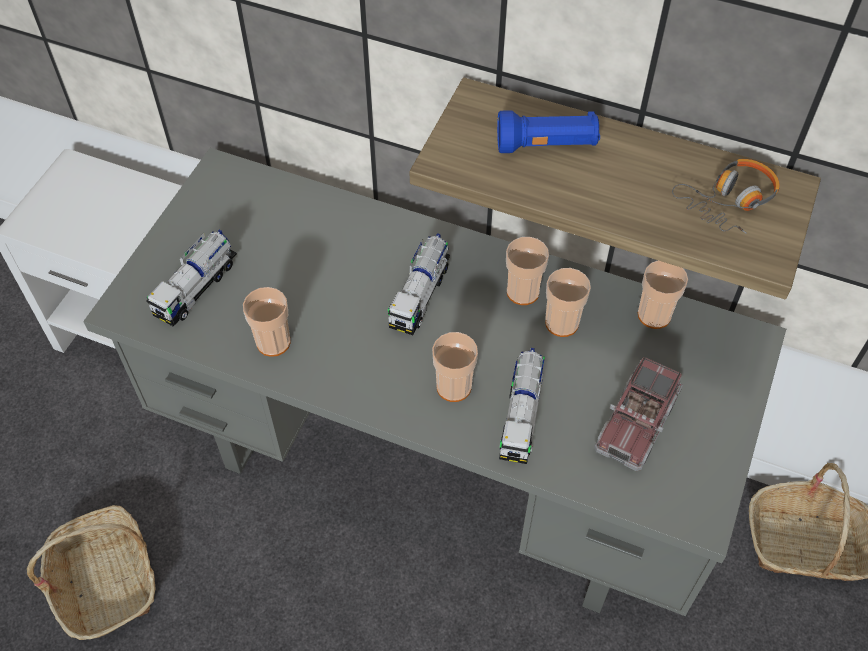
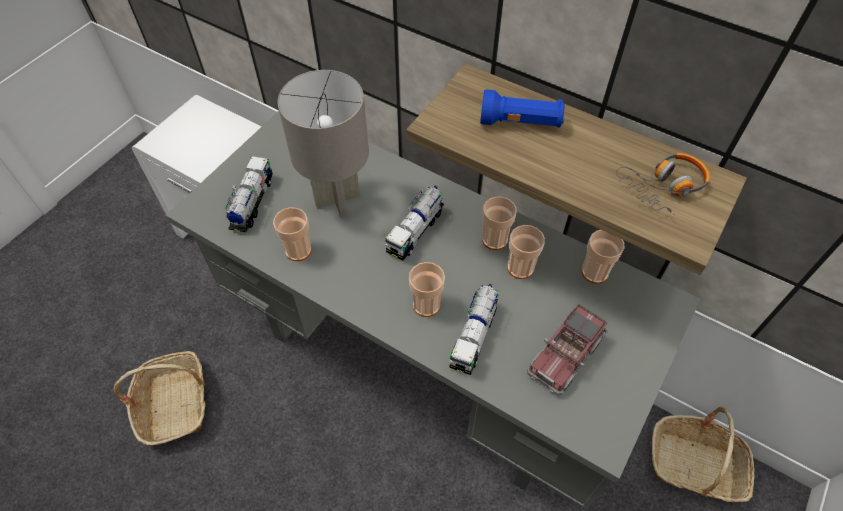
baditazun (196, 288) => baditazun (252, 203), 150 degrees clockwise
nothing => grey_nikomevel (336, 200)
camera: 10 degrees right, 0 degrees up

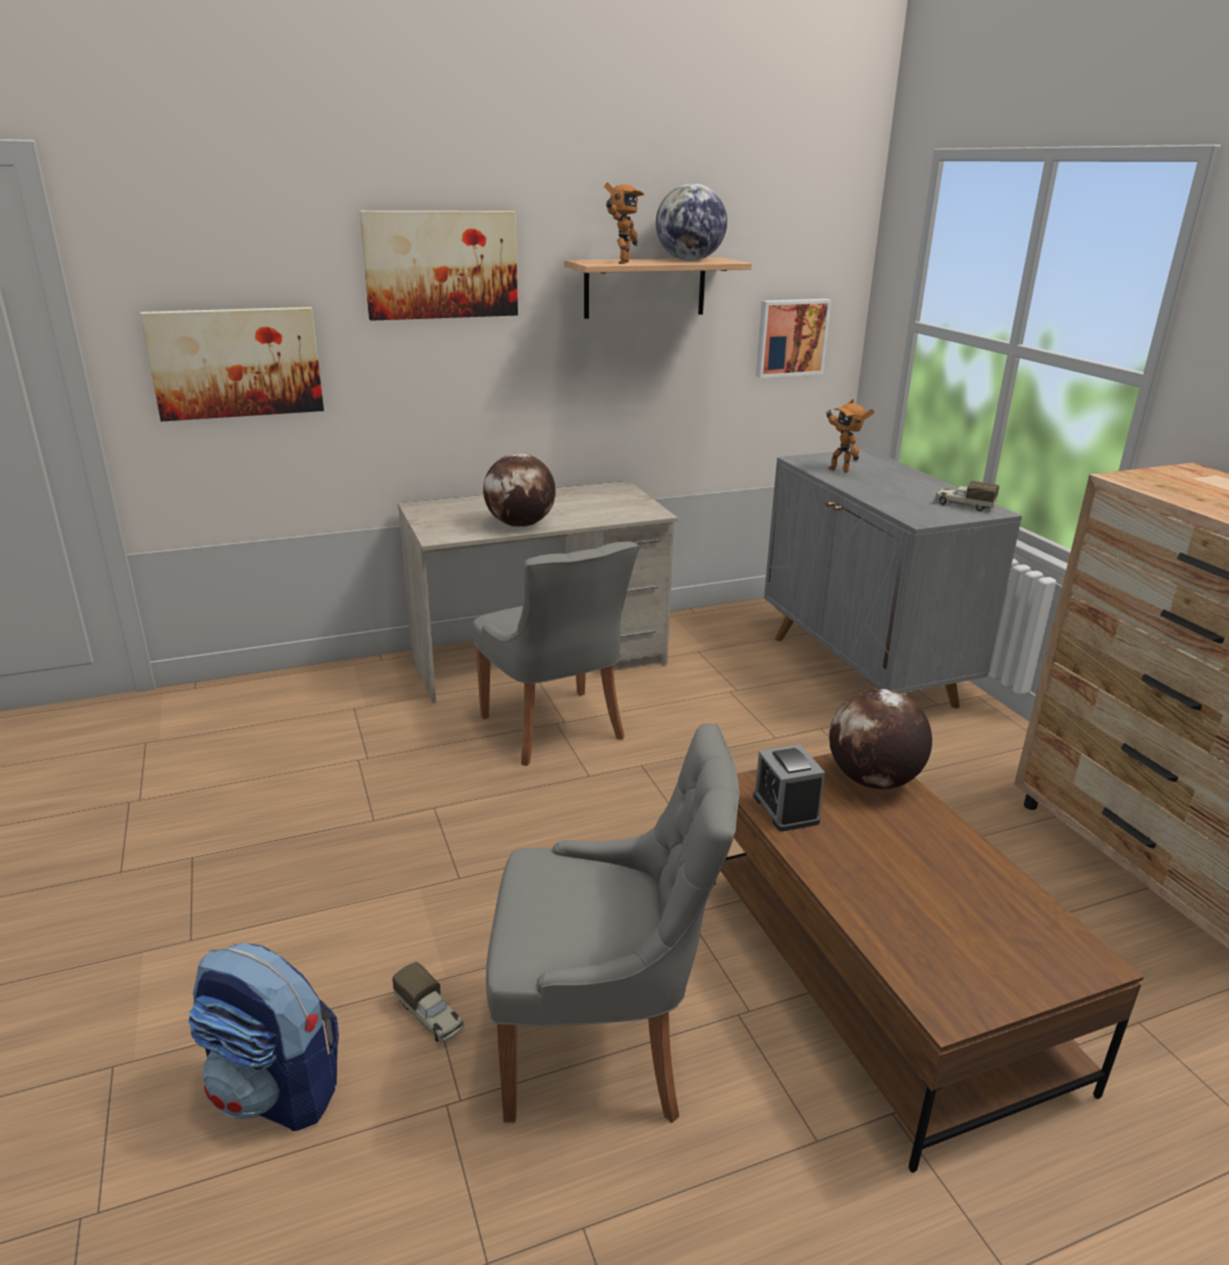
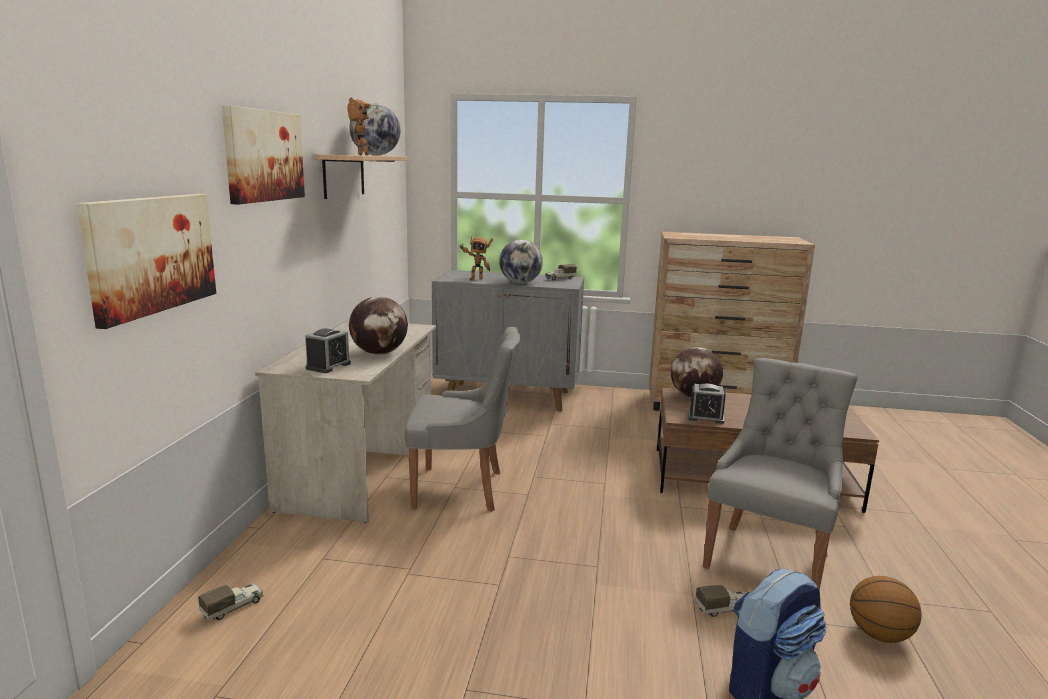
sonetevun (790, 337) => nothing
nothing => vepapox (520, 283)
nothing => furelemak (328, 366)
nothing => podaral (879, 635)
nothing => baditazun (233, 607)
camera: 60 degrees left, 10 degrees down

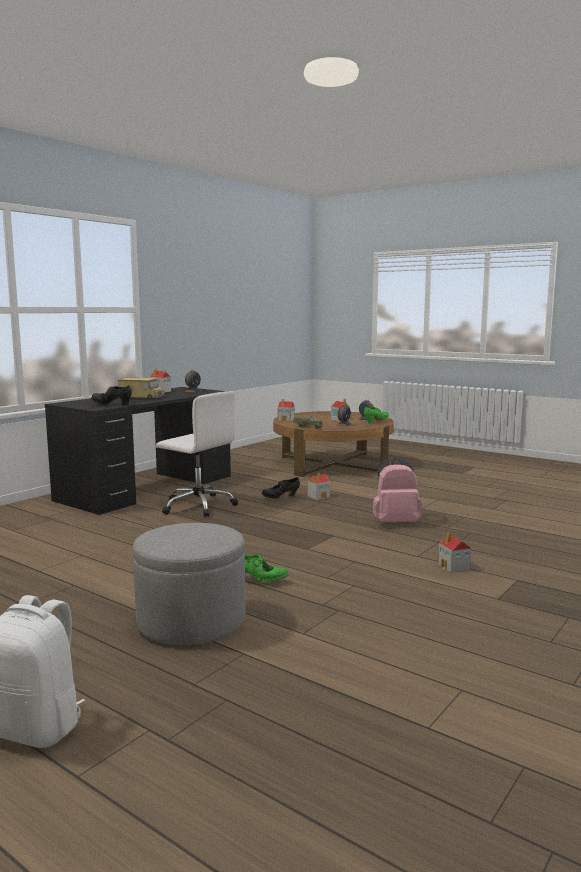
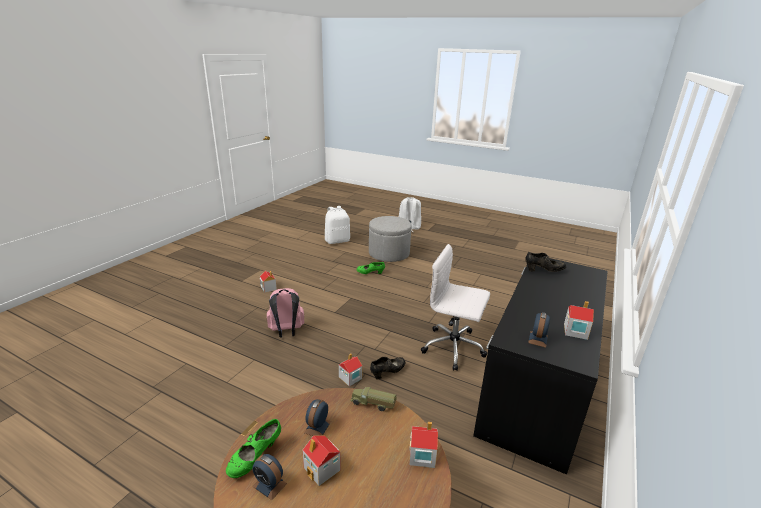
baditazun (141, 397) => nothing
nothing => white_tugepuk (337, 241)
camera: 170 degrees right, 15 degrees up

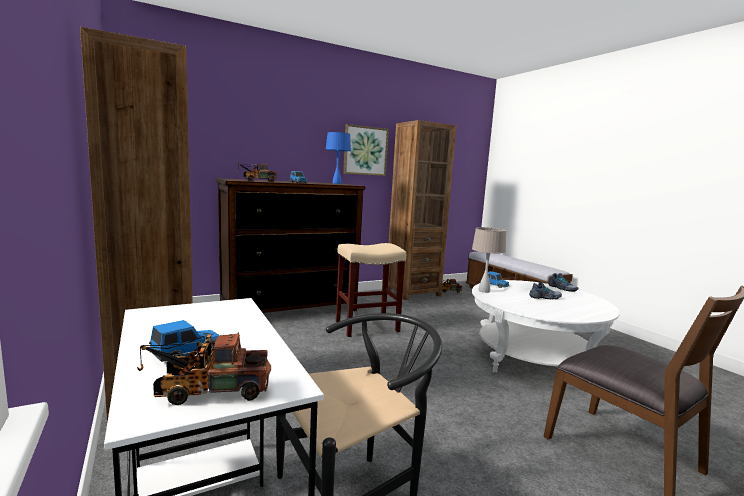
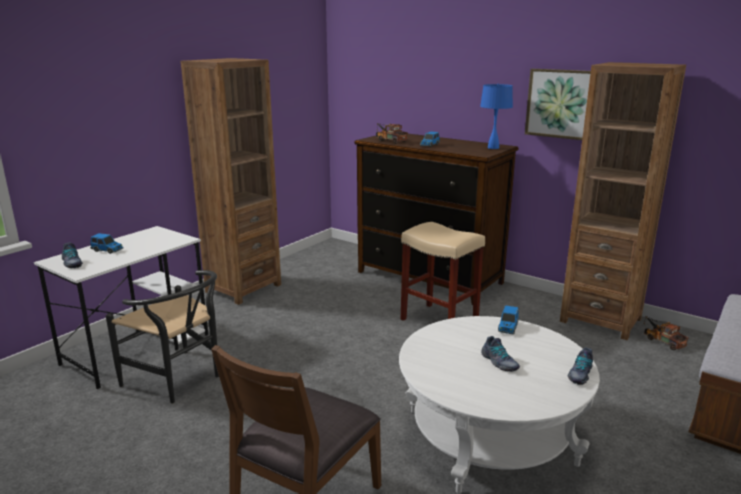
beige_nikomevel (484, 291) => nothing
baditazun (207, 391) => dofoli (72, 263)
camera: 65 degrees right, 10 degrees up

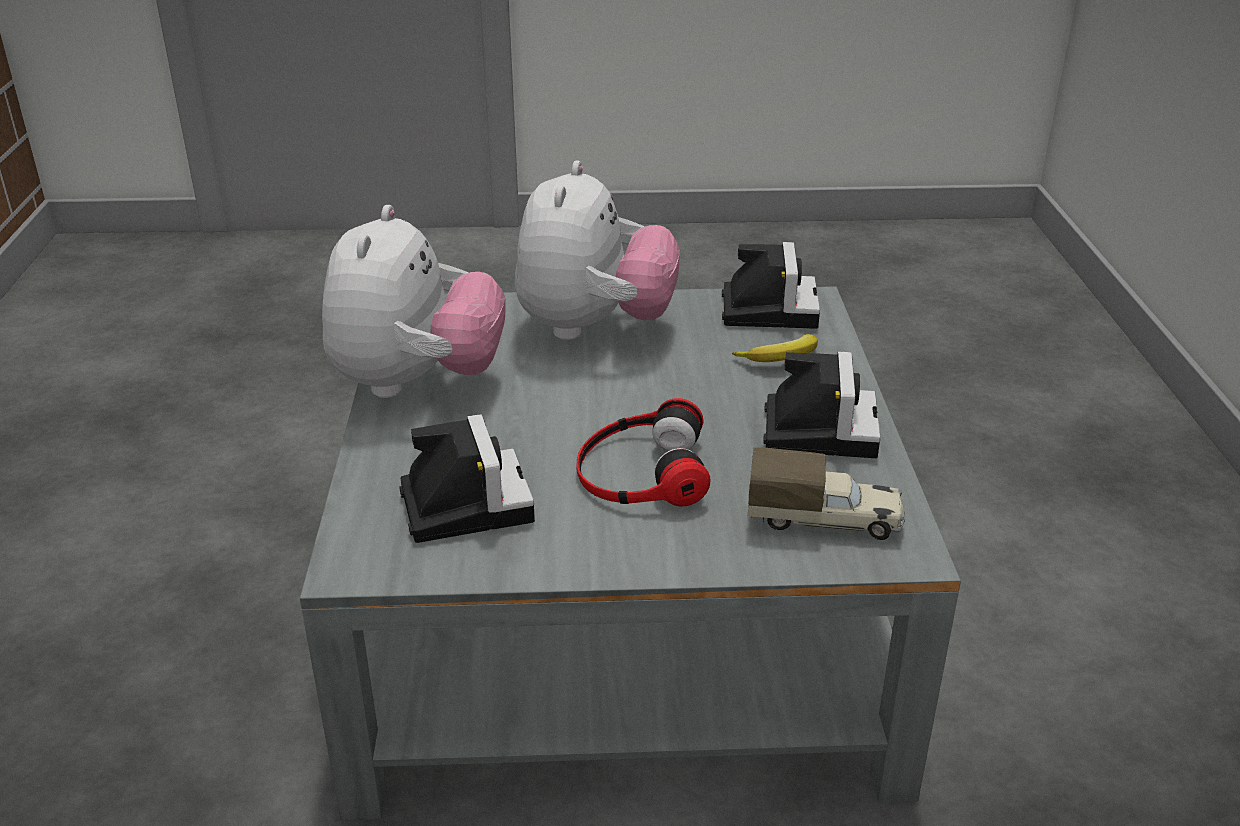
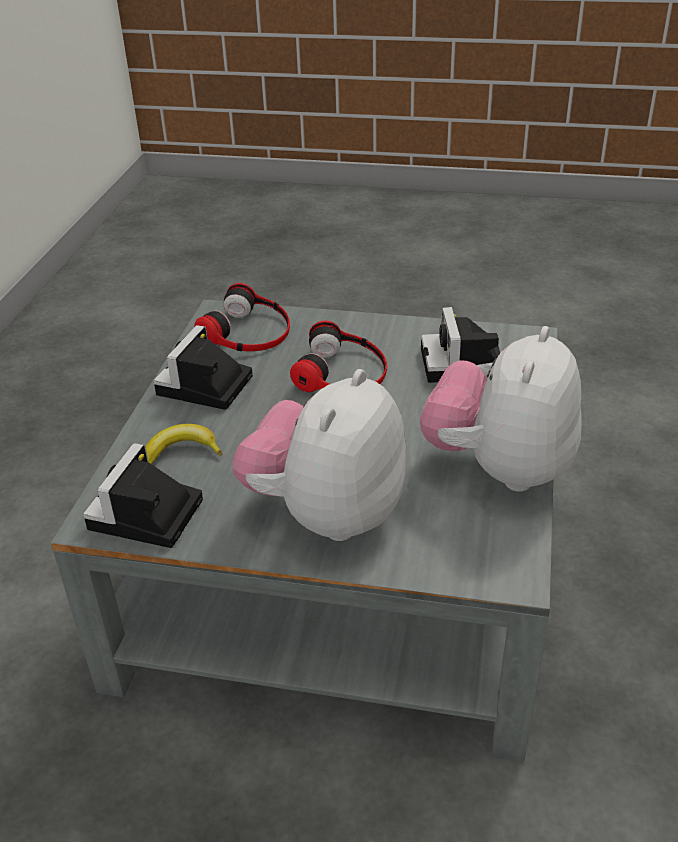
baditazun (824, 520) => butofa (249, 331)
camera: 165 degrees left, 5 degrees up

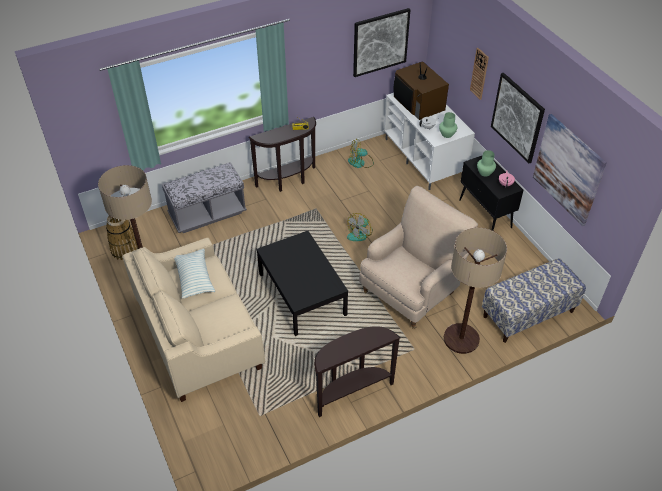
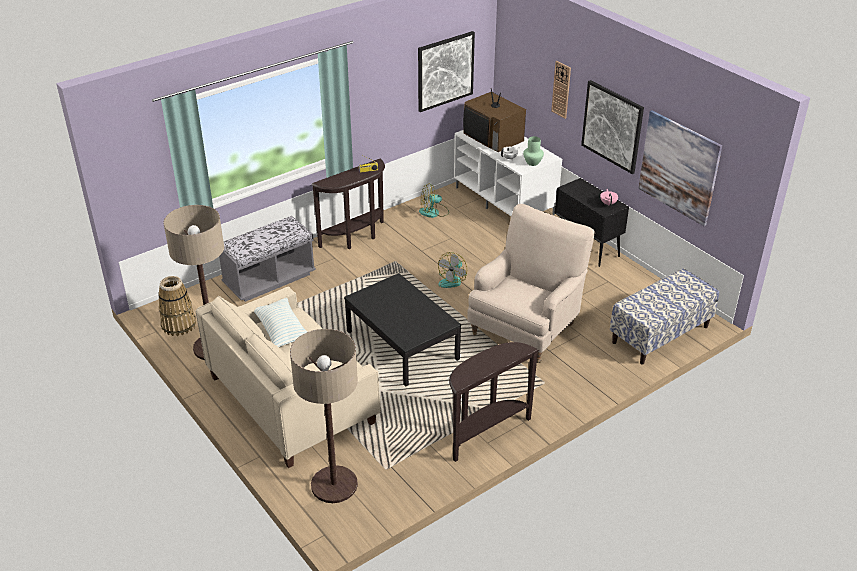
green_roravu (484, 172) => nothing
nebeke (461, 339) => nebeke (334, 485), moved
camera: 10 degrees left, 10 degrees down

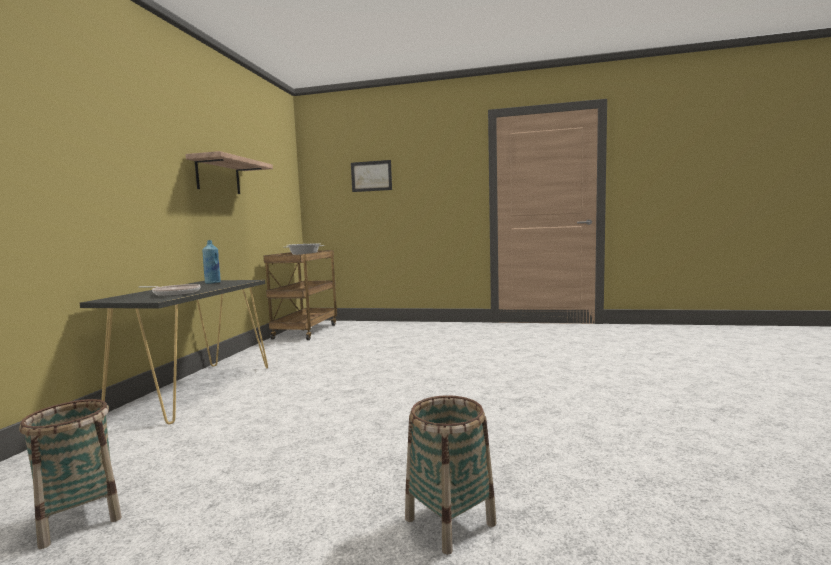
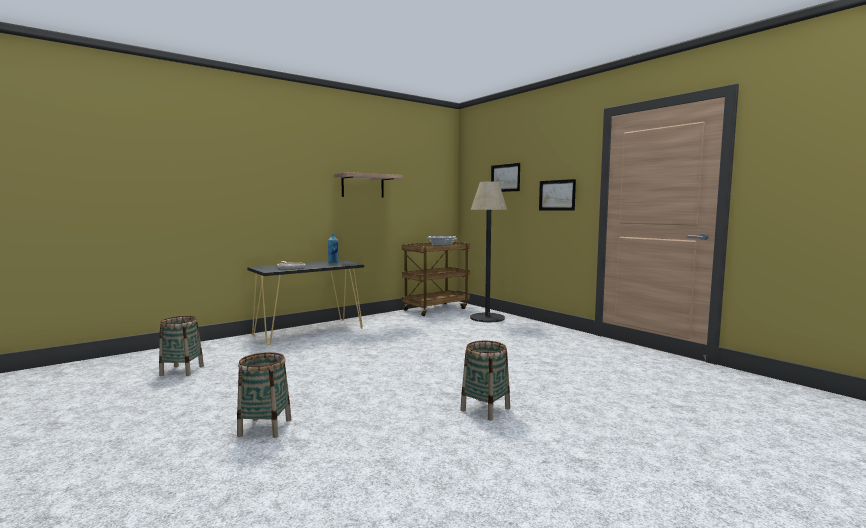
nothing => sonetevun (557, 195)
nothing => nebeke (487, 318)
nothing => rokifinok (485, 409)
camera: 40 degrees right, 0 degrees up

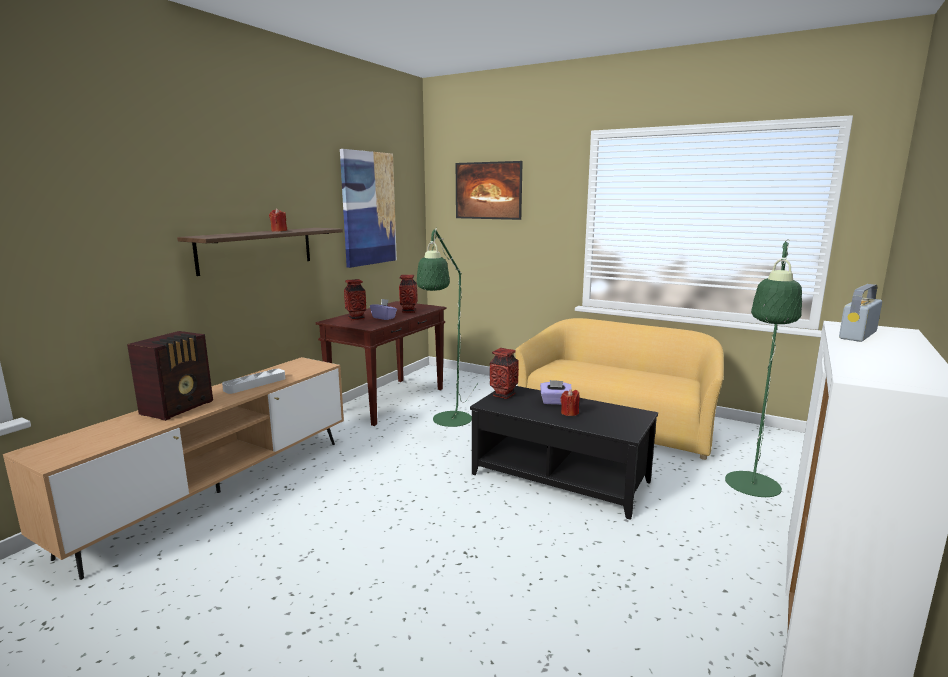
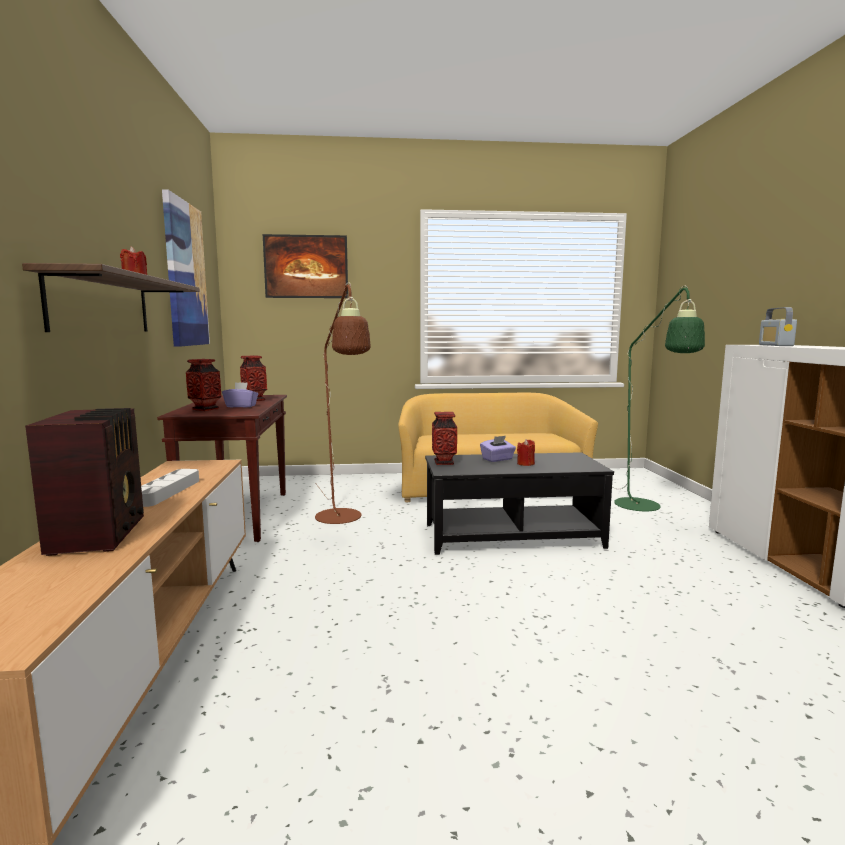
green_nebeke (450, 423) => brown_nebeke (341, 520)
camera: 35 degrees left, 5 degrees down

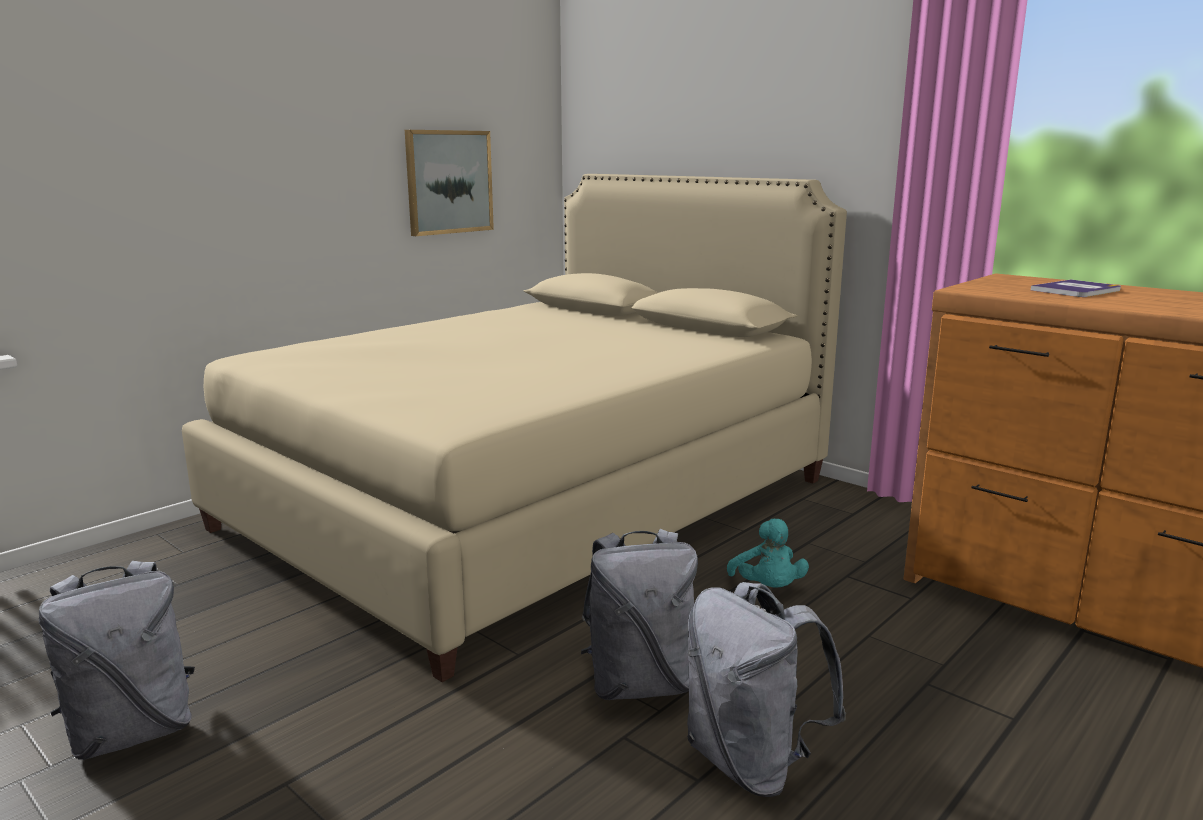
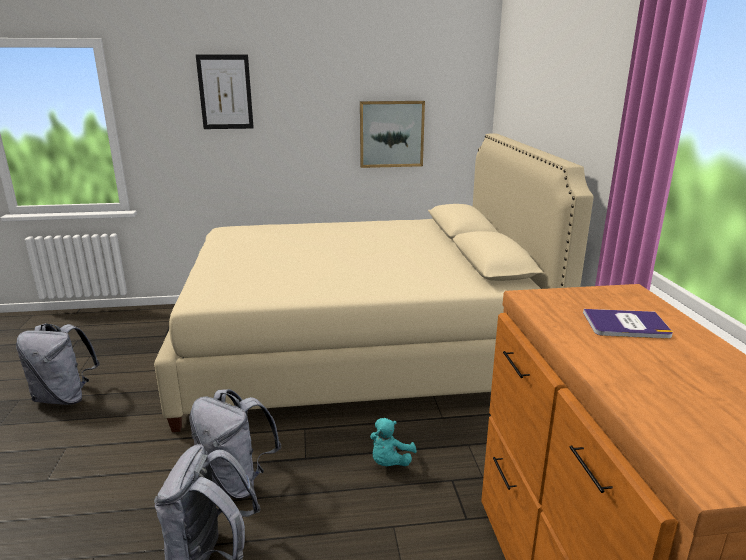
nothing => sonetevun (225, 92)
camera: 40 degrees right, 5 degrees up

